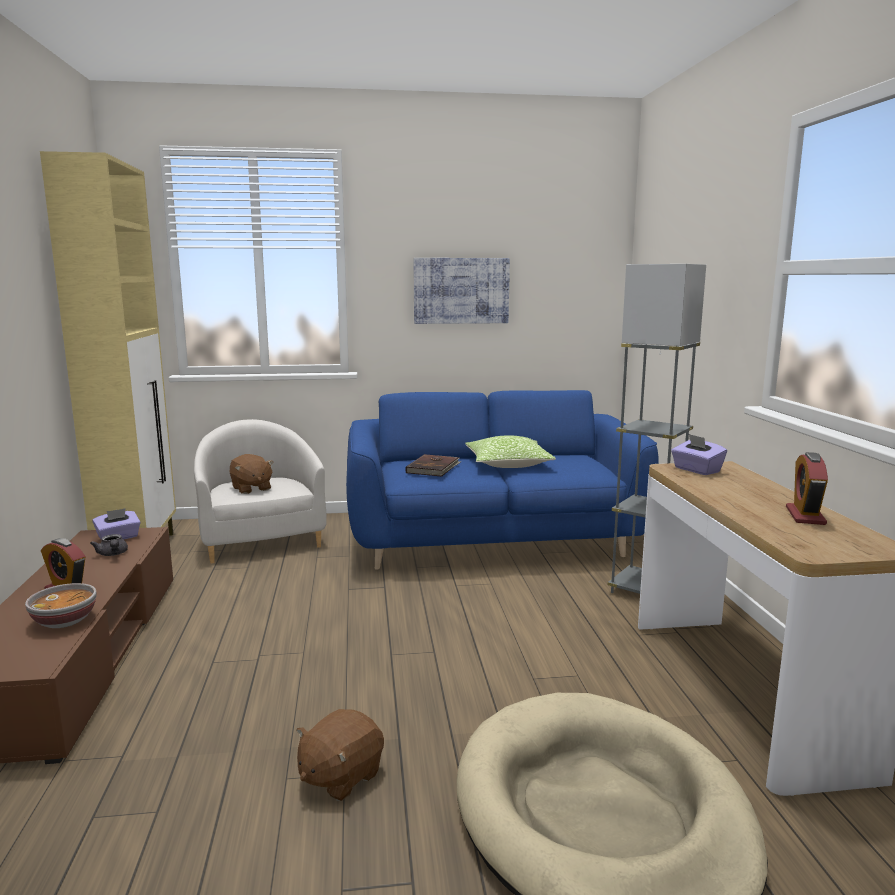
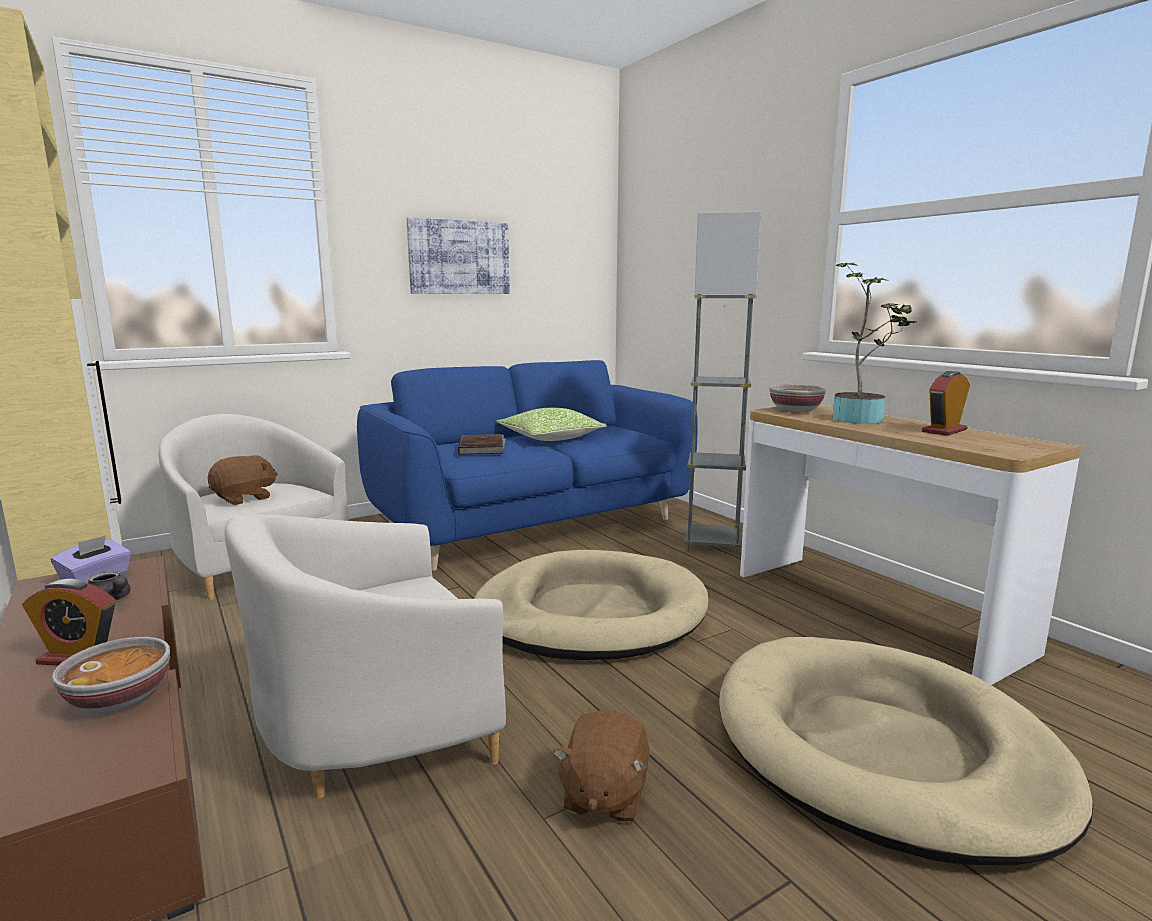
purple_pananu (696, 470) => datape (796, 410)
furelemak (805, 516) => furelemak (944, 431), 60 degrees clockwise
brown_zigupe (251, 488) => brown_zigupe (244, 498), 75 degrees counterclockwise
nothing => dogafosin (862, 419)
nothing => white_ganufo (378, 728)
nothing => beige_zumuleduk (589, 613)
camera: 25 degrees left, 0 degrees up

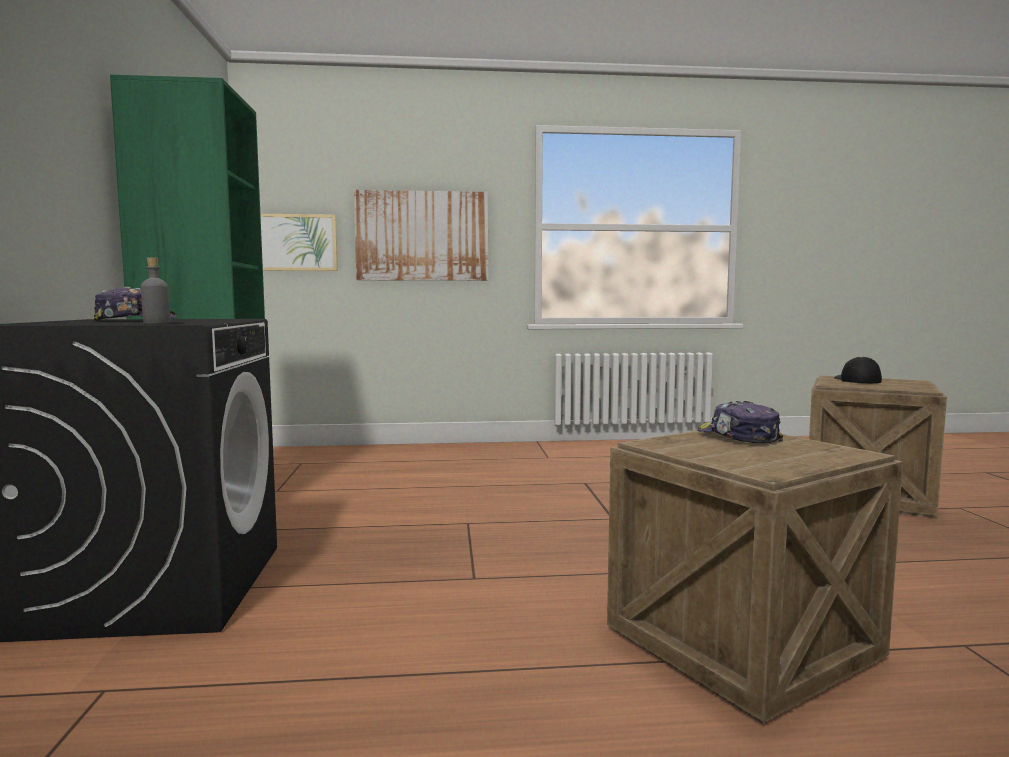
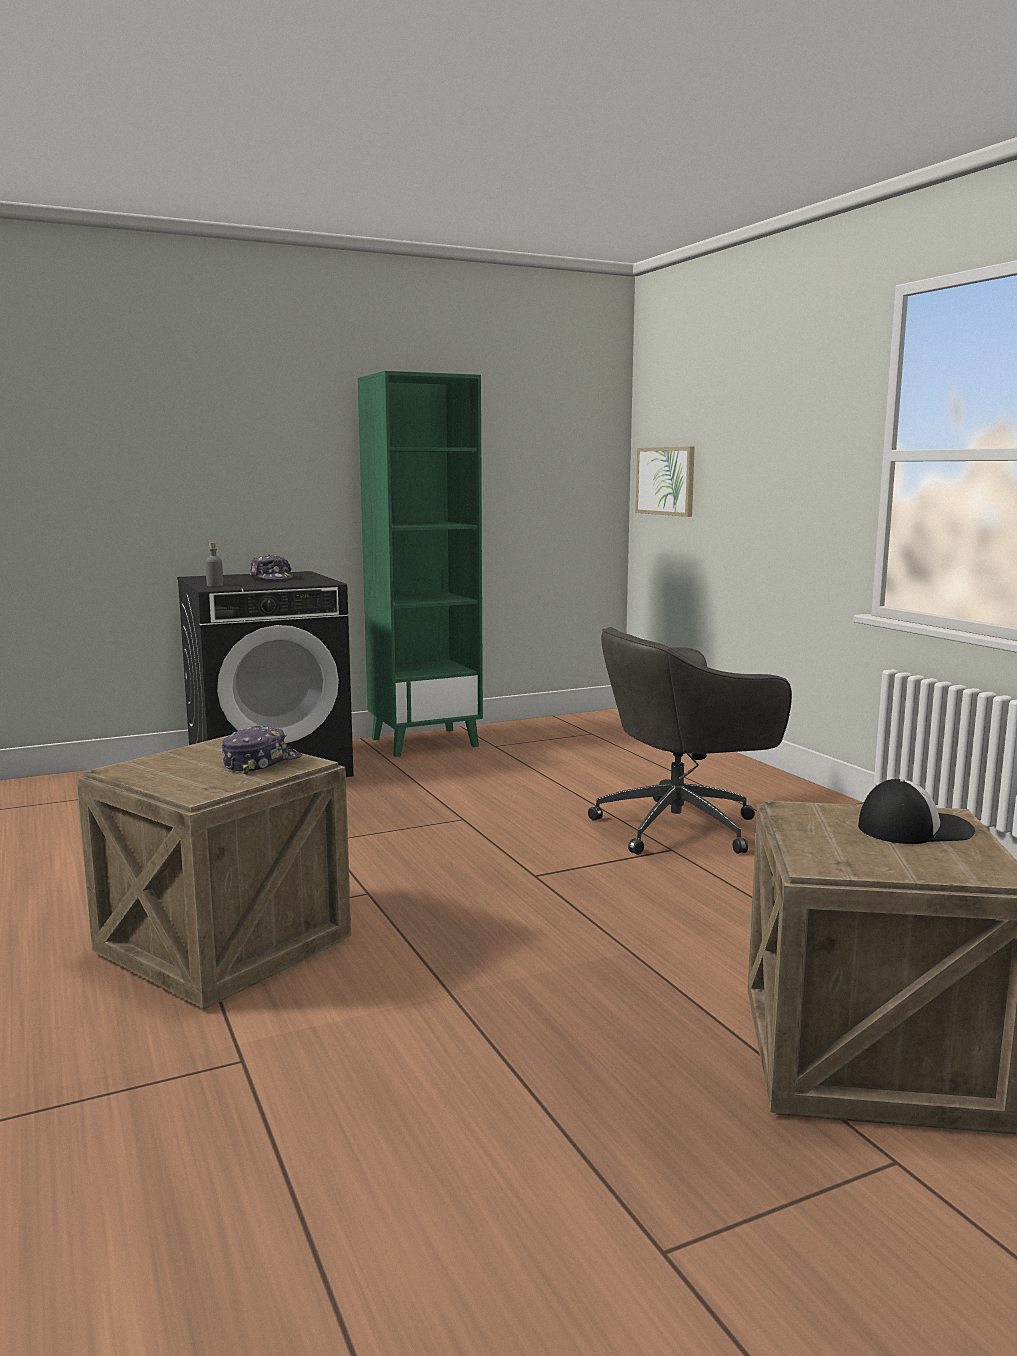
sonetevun (422, 236) => nothing
nothing => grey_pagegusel (681, 827)
camera: 70 degrees right, 5 degrees up

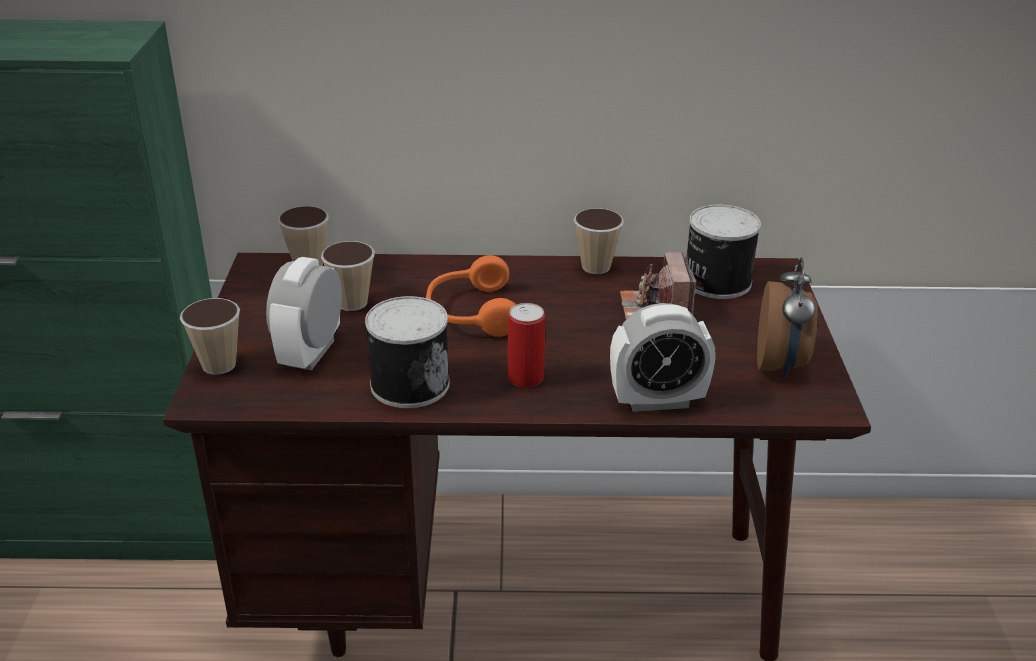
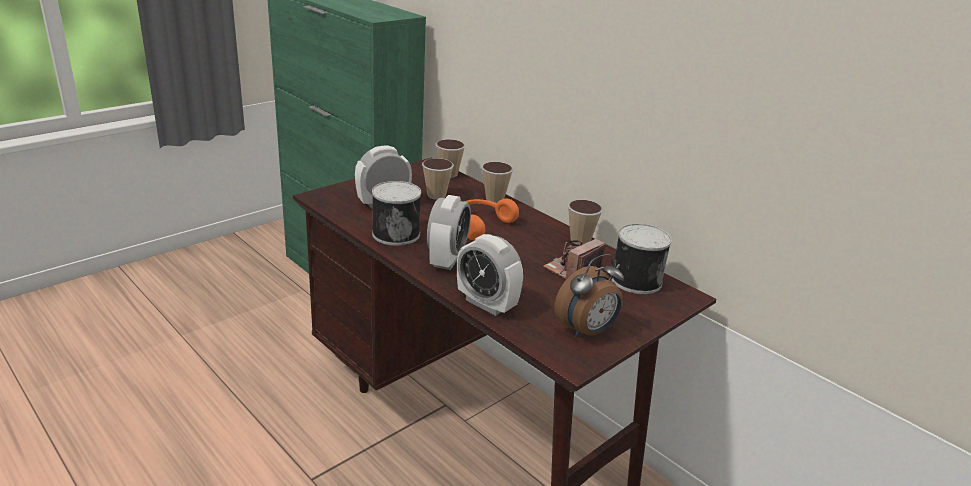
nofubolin (219, 365) => nofubolin (494, 199), moved
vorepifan (525, 377) => furelemak (447, 260)
camera: 45 degrees right, 5 degrees down

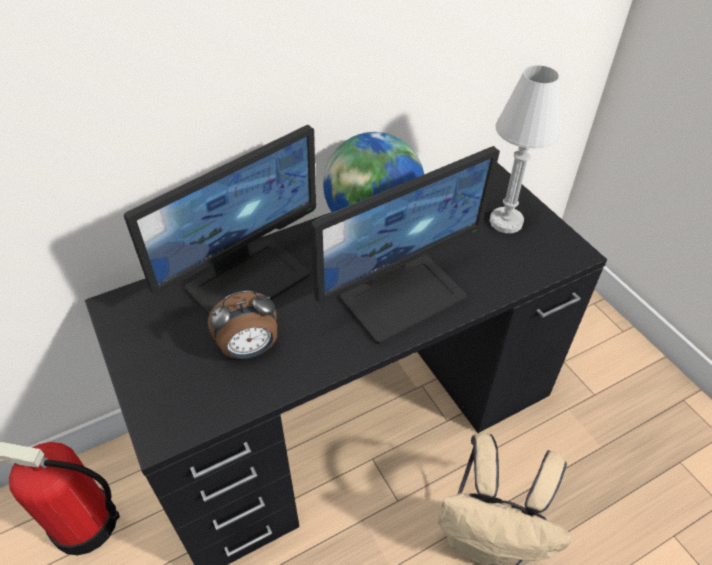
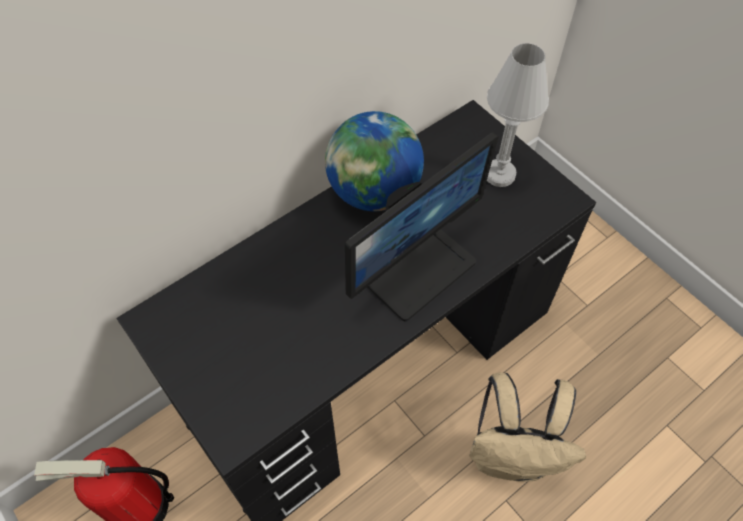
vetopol (247, 280) => nothing
furelemak (250, 349) => nothing
camera: 10 degrees left, 10 degrees up

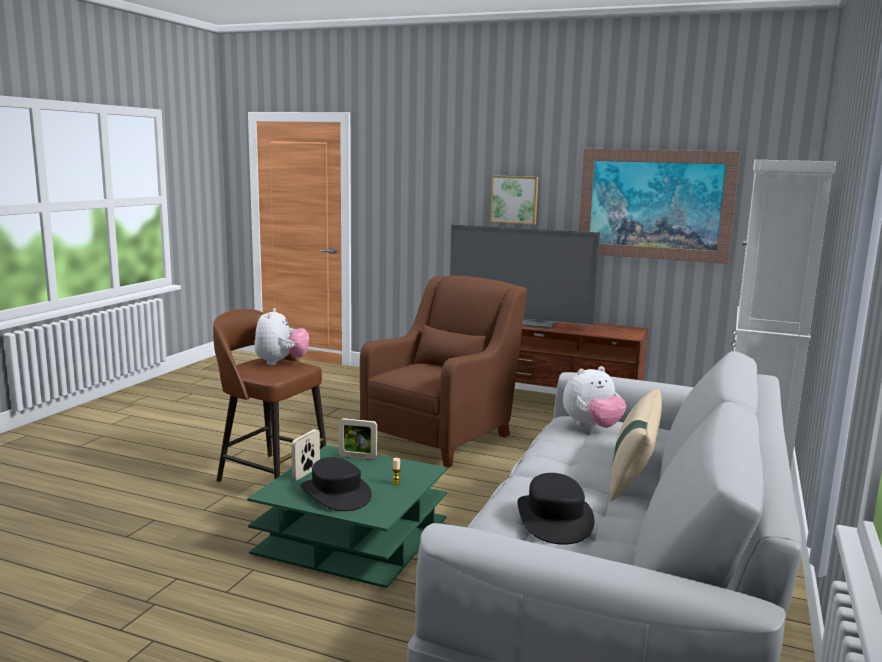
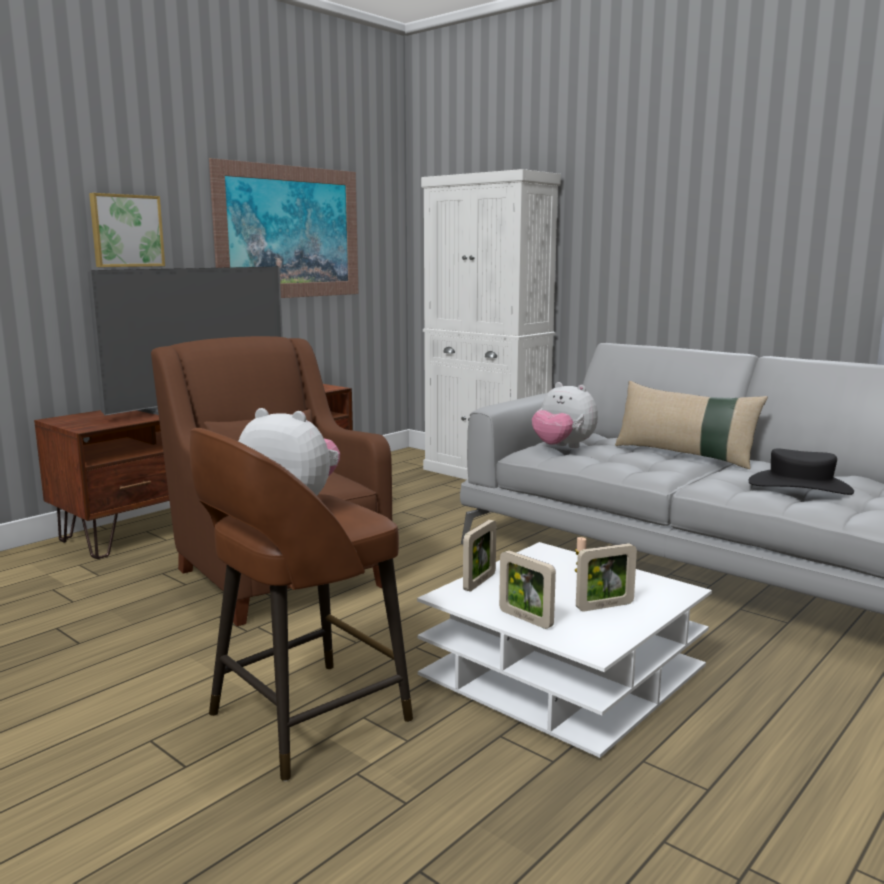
zigupe (592, 427) => zigupe (562, 447), 135 degrees clockwise
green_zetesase (353, 537) => white_zetesase (563, 672)
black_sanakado (336, 493) => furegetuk (604, 606)
camera: 70 degrees left, 0 degrees up

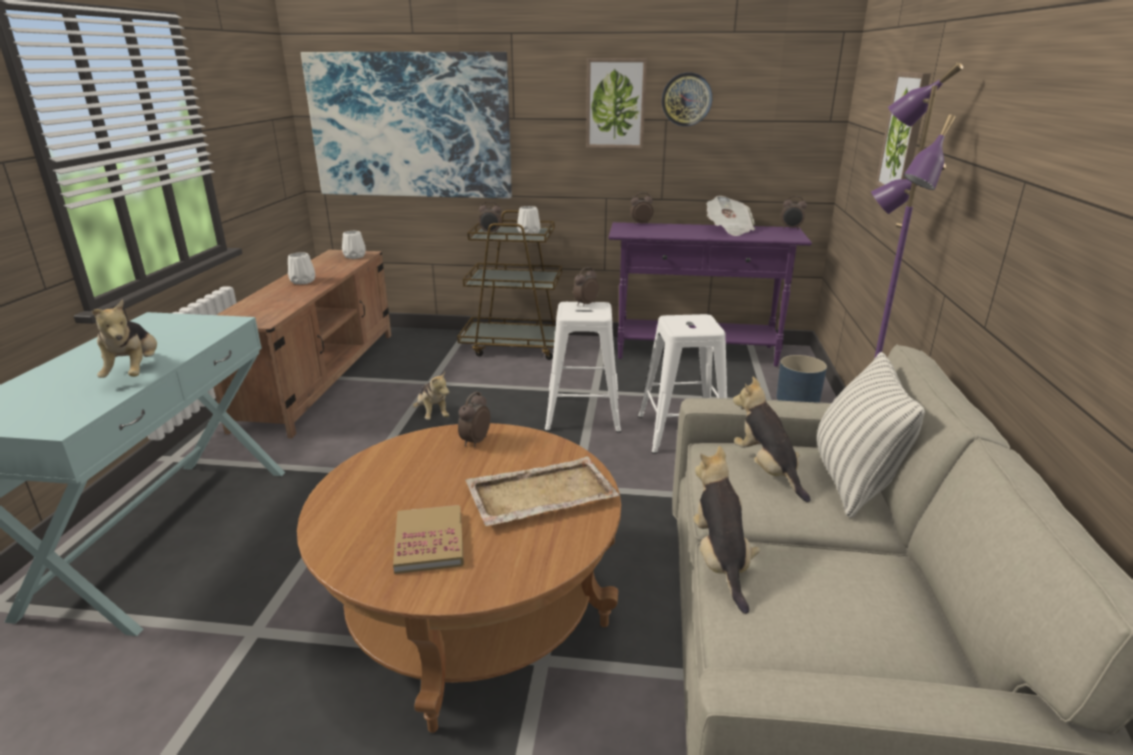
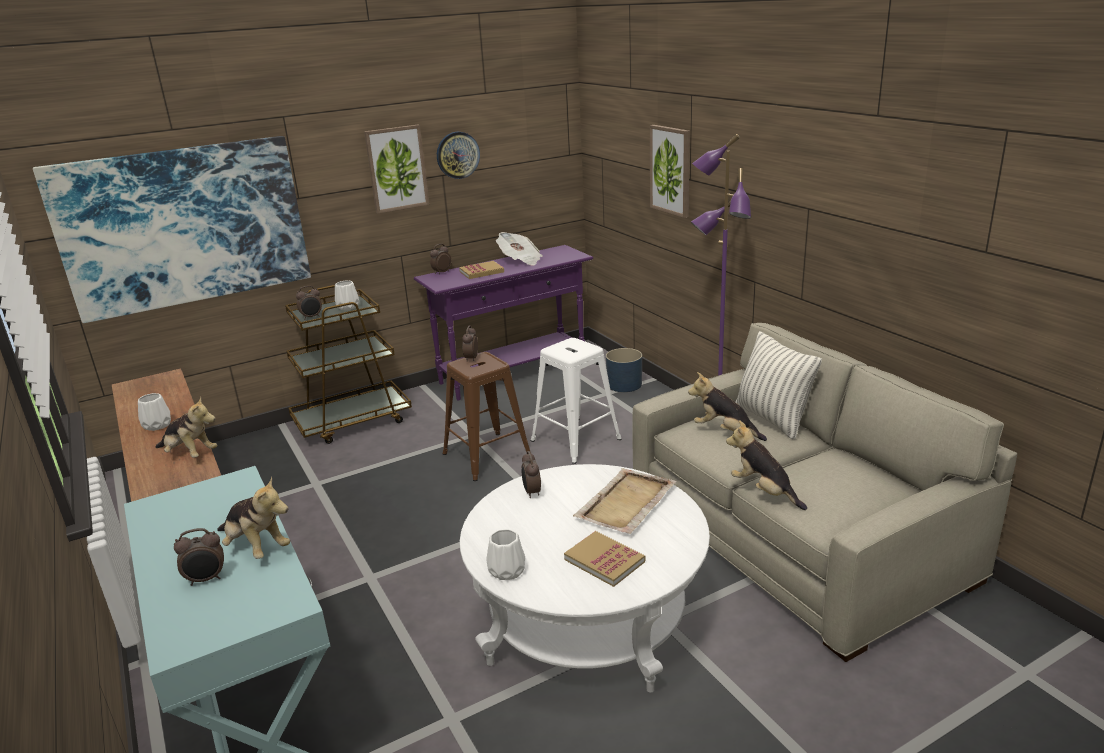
furelemak (791, 228) => furelemak (206, 579), moved
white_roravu (355, 256) => white_roravu (508, 571), moved
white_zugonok (584, 413) => brown_zugonok (487, 455)
zigupe (432, 414) => zigupe (189, 454), moved
brown_zetesase (472, 613) => white_zetesase (588, 621)
nothing => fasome (481, 272)
camera: 35 degrees left, 0 degrees up

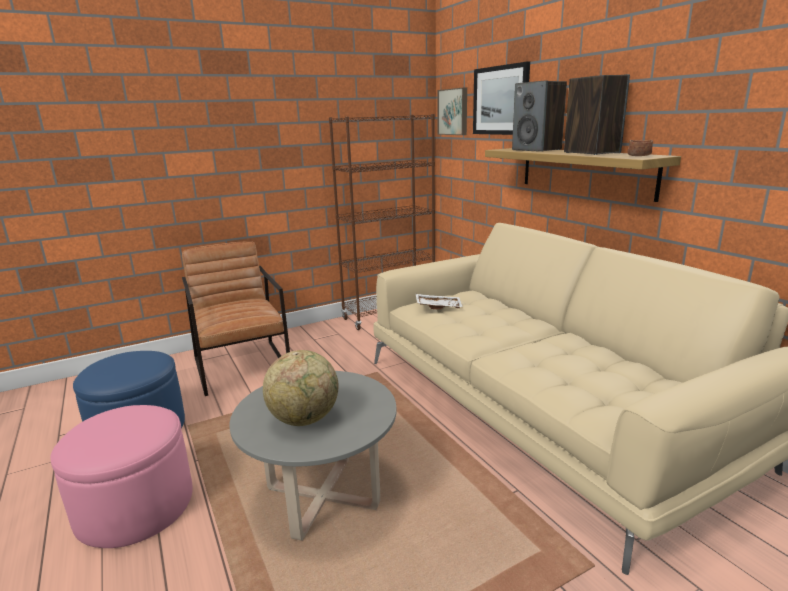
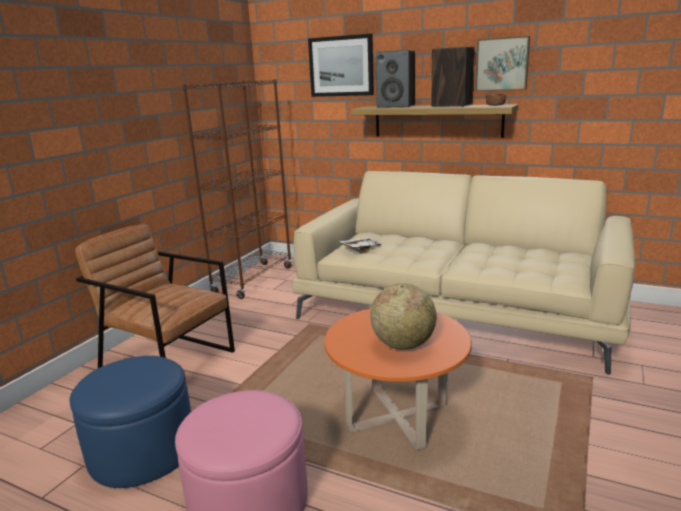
sonetevun (453, 112) => sonetevun (502, 64), moved
grey_zetesase (323, 497) => orange_zetesase (397, 418)
camera: 35 degrees left, 0 degrees up

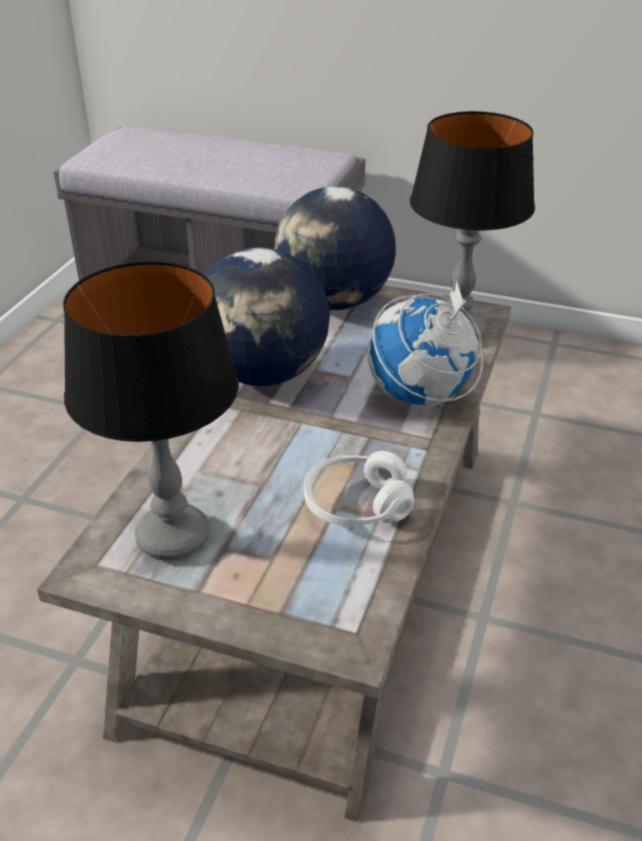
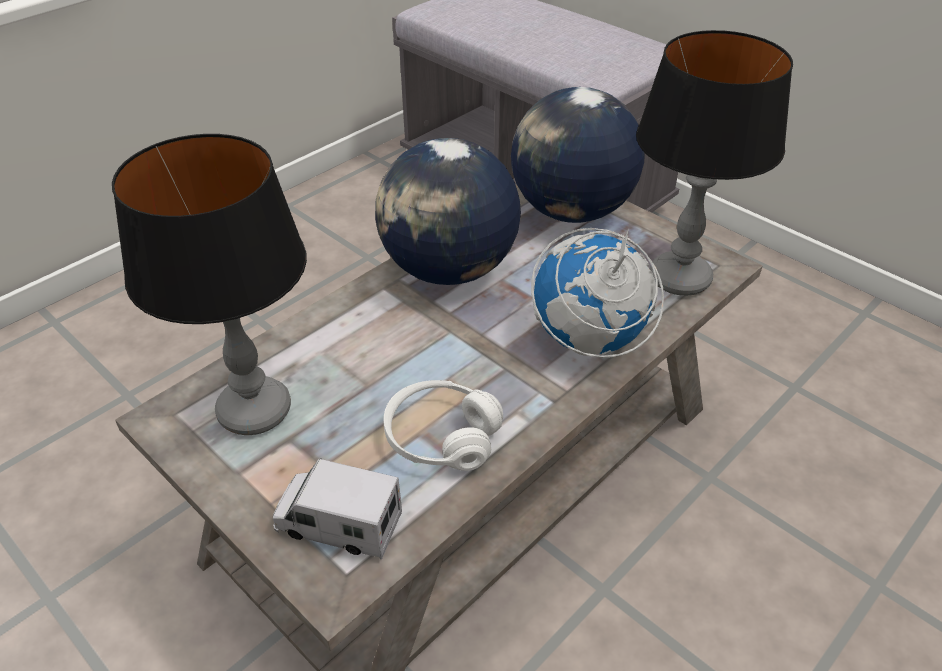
nothing => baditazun (339, 524)
camera: 25 degrees right, 5 degrees up

